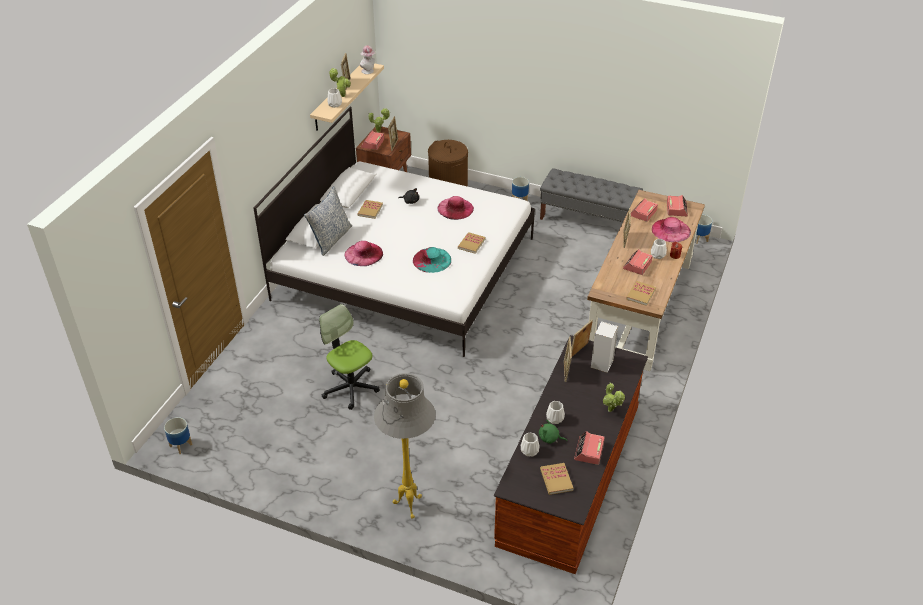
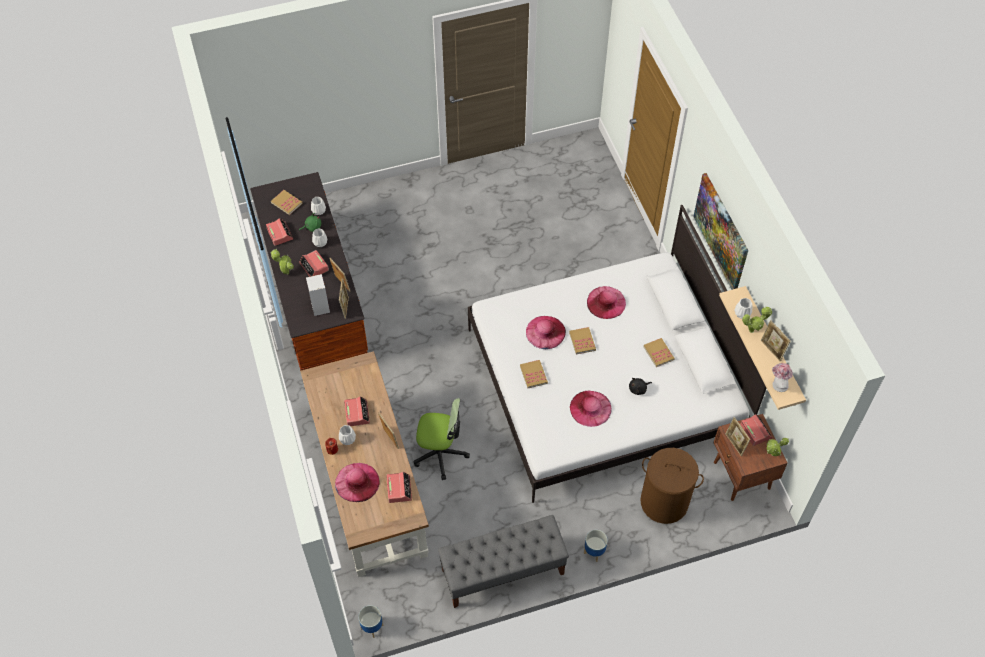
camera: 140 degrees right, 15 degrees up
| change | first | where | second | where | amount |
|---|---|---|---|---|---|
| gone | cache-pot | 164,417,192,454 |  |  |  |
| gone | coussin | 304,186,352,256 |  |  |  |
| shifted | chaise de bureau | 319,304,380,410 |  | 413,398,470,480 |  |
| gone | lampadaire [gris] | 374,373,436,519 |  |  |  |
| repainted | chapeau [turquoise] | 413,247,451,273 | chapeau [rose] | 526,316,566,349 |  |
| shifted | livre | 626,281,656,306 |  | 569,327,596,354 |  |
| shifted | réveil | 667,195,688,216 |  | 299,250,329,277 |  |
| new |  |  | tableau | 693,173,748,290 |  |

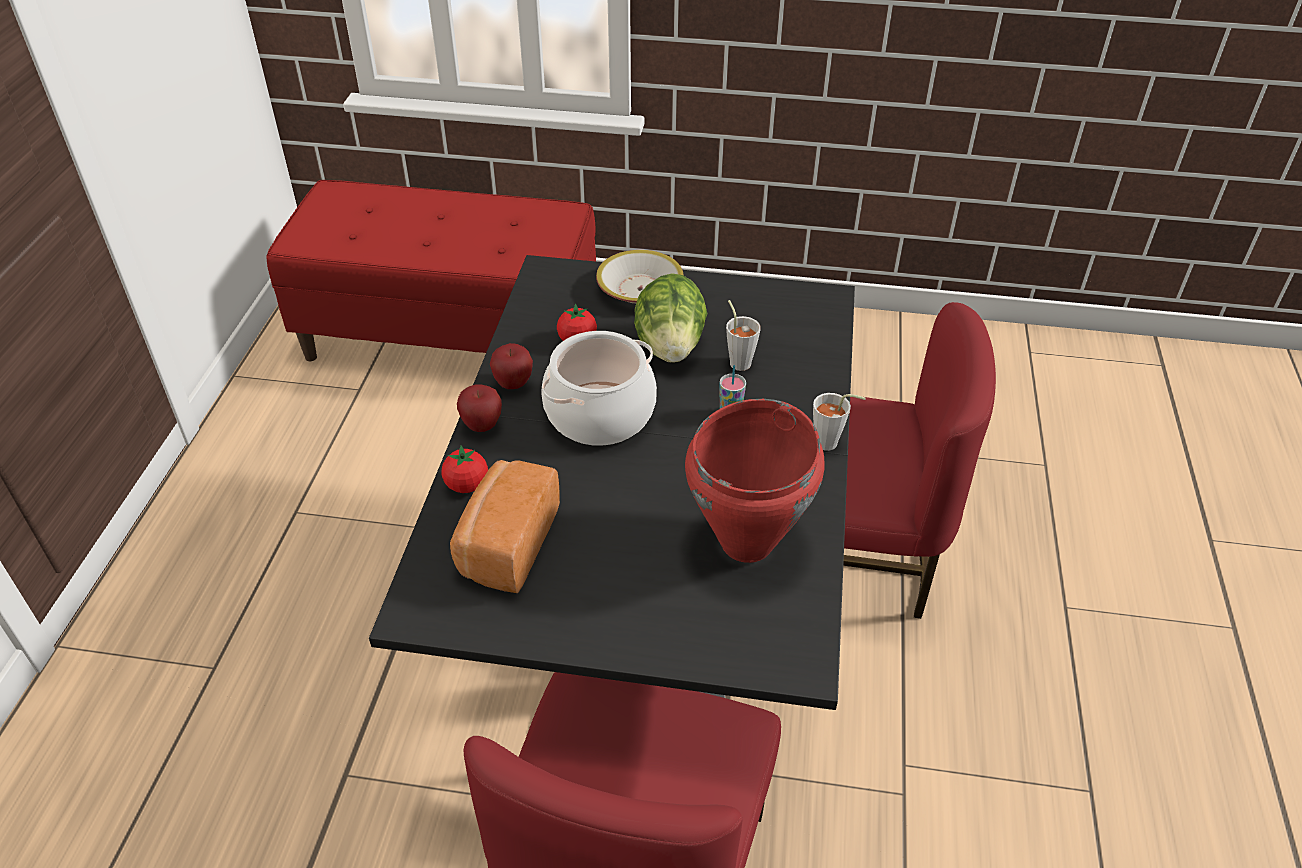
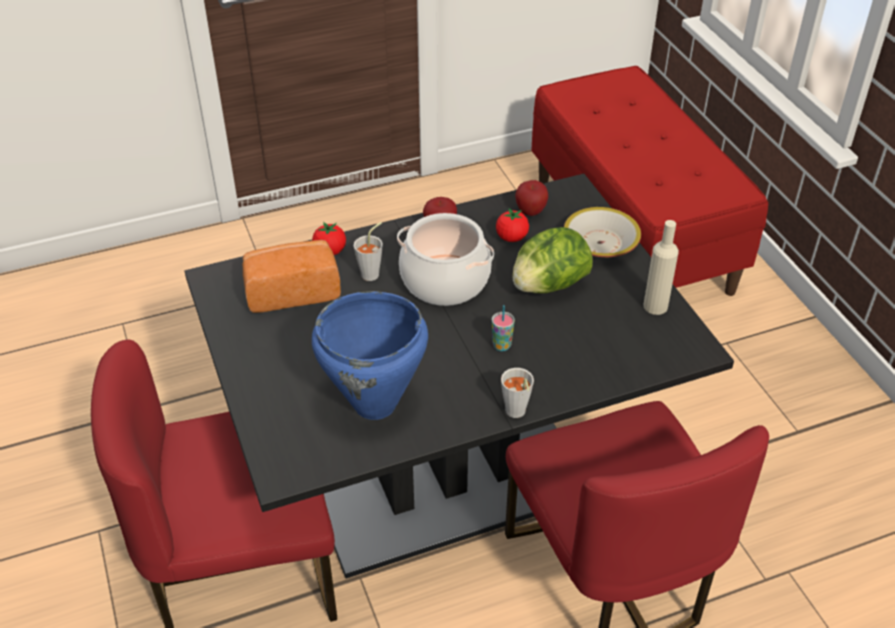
camera: 60 degrees right, 0 degrees up
| change | first | where | second | where | amount |
|---|---|---|---|---|---|
| shifted | pomme | 457,384,502,432 |  | 515,180,548,216 |  |
| repainted | marmite [rouge] | 685,399,825,563 | marmite [bleu] | 312,291,428,420 |  |
| shifted | tasse [gris] | 726,300,761,371 |  | 354,222,383,281 |  |
| new |  |  | bouteille [beige] | 643,220,679,315 |  |

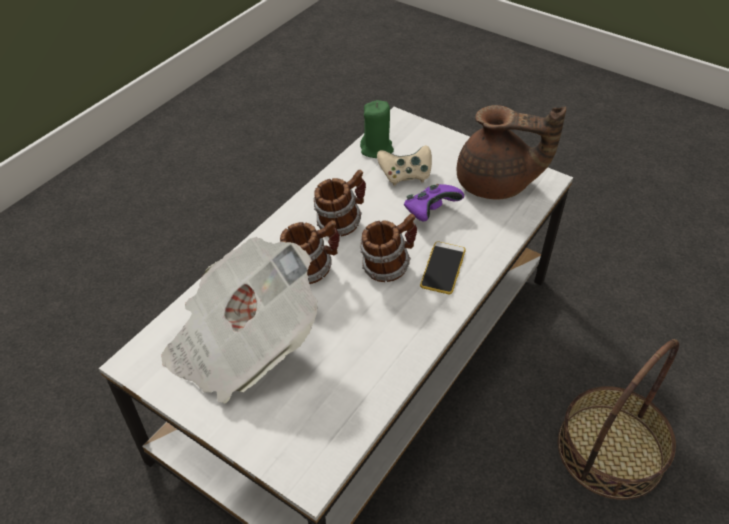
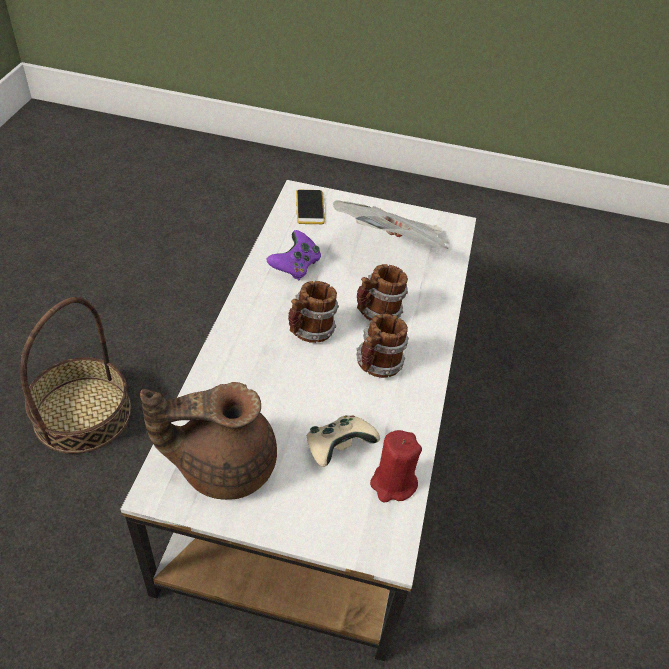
camera: 155 degrees right, 0 degrees up
| change | first | where | second | where | amount |
|---|---|---|---|---|---|
| repainted | bougie [vert] | 360,100,394,158 | bougie [rouge] | 370,430,422,503 |  |
| shifted | manette [violet] | 404,184,464,221 |  | 266,230,321,280 |  |
| shifted | téléphone | 420,241,466,294 |  | 296,190,325,224 |  |

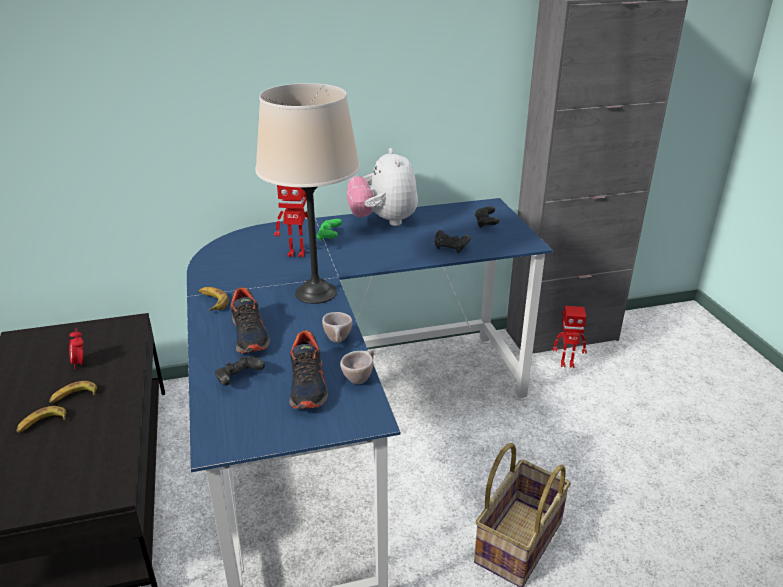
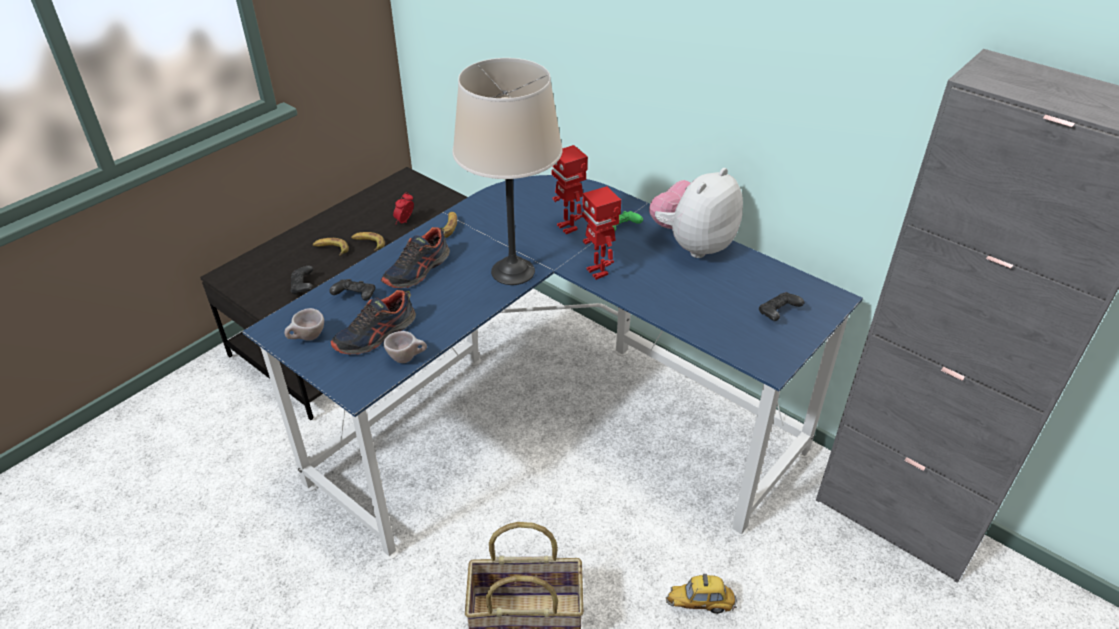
camera: 55 degrees right, 10 degrees up
| change | first | where | second | where | amount |
|---|---|---|---|---|---|
| shifted | tasse [beige] | 322,312,352,343 |  | 284,308,324,341 |  |
| shifted | manette [noir] | 435,230,471,253 |  | 291,266,313,295 |  |
| shifted | robot jouet | 553,306,587,368 |  | 582,186,621,280 |  |
| new |  |  | petite voiture | 666,574,737,614 |  |

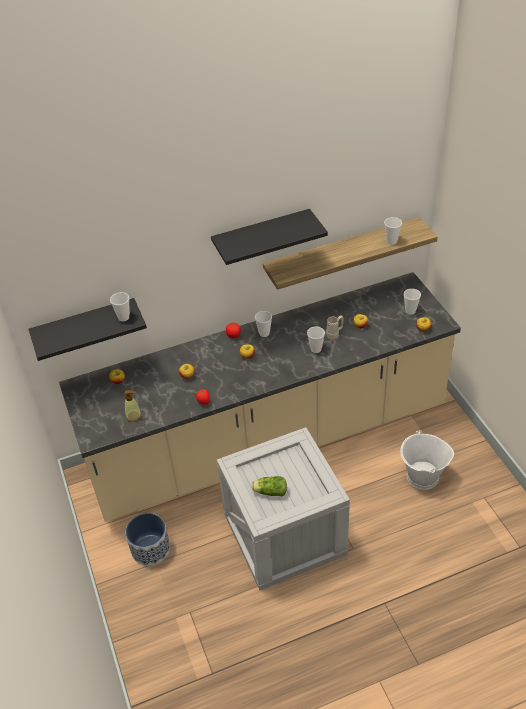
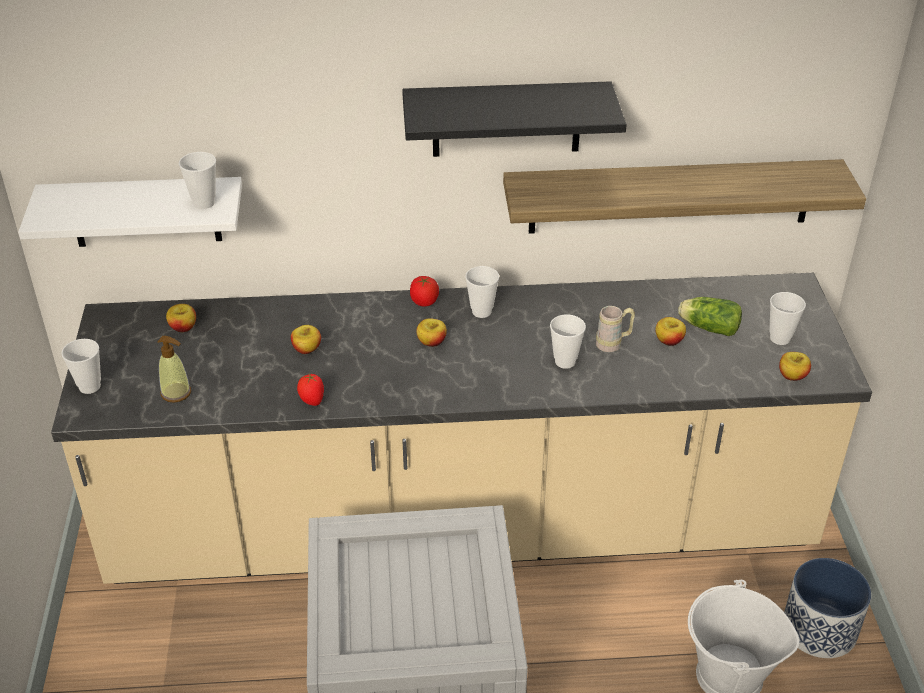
camera: 15 degrees right, 5 degrees down
| change | first | where | second | where | amount |
|---|---|---|---|---|---|
| repainted | étagère [noir] | 29,298,147,361 | étagère [blanc] | 18,177,242,247 |  |
| shifted | cache-pot | 126,513,170,566 |  | 784,558,871,658 |  |
| shifted | laitue | 252,476,287,496 |  | 678,297,742,336 |  |
| shifted | tasse | 384,217,402,245 |  | 61,339,101,394 |  |

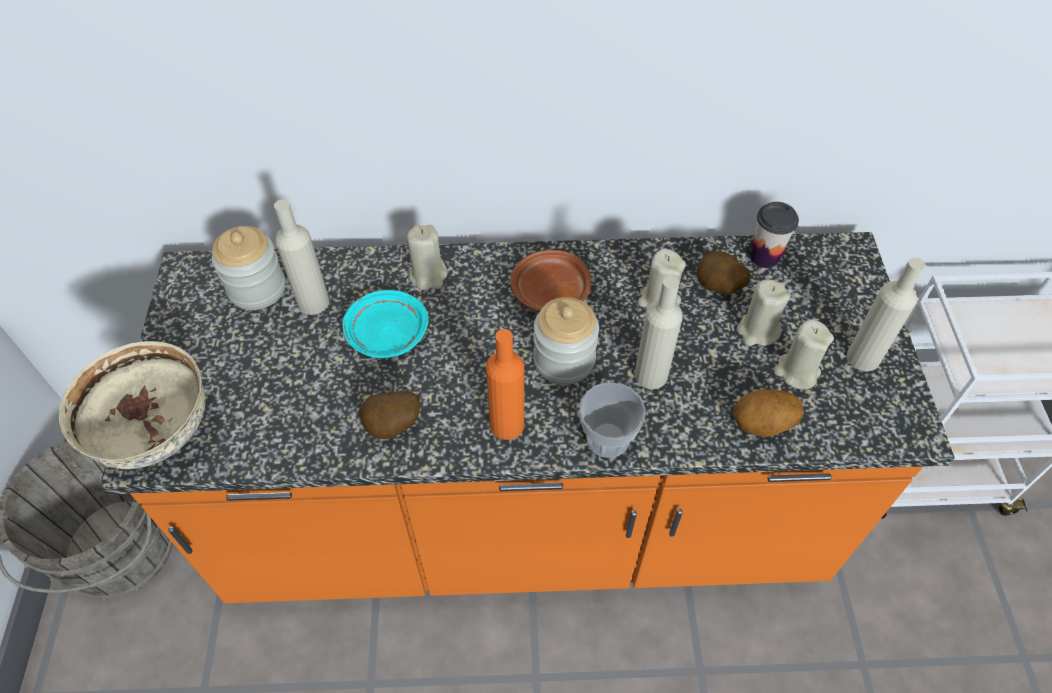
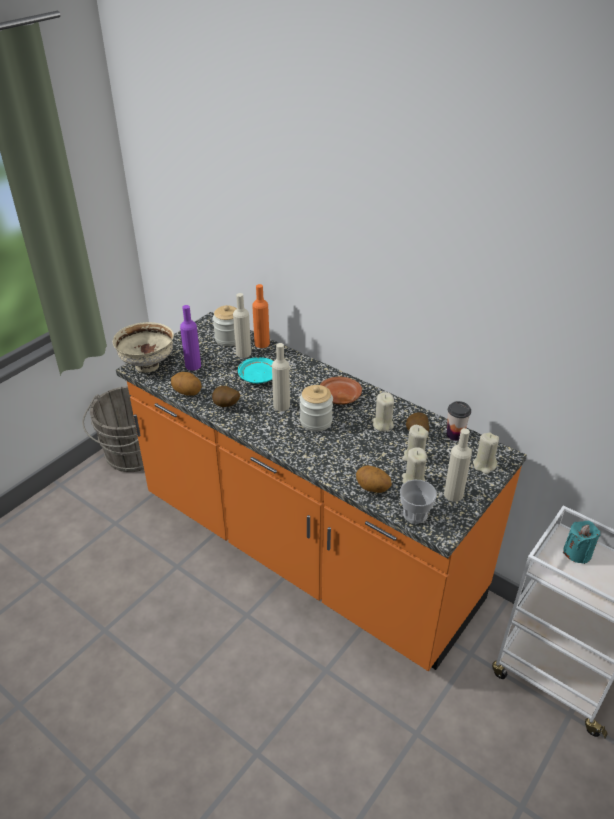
camera: 40 degrees right, 15 degrees down
| change | first | where | second | where | amount |
|---|---|---|---|---|---|
| shifted | bougie [beige] | 407,225,448,290 |  | 473,432,499,474 |  |
| shifted | bouteille [orange] | 486,329,524,440 |  | 252,284,270,348 |  |
| shifted | tasse | 579,382,646,458 |  | 400,480,437,524 |  |
| shifted | bouteille [beige] | 634,276,683,389 |  | 272,343,290,411 |  |
| new |  |  | pomme de terre | 171,372,202,396 |  |
| new |  |  | bouteille [violet] | 180,305,201,371 |  |
| new |  |  | bougie [turquoise] | 563,521,600,564 |  |

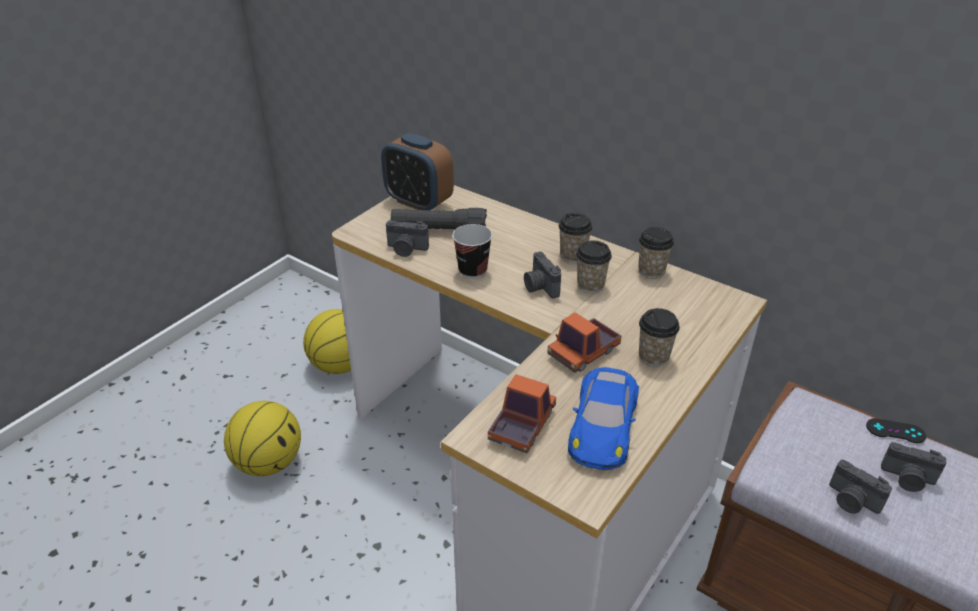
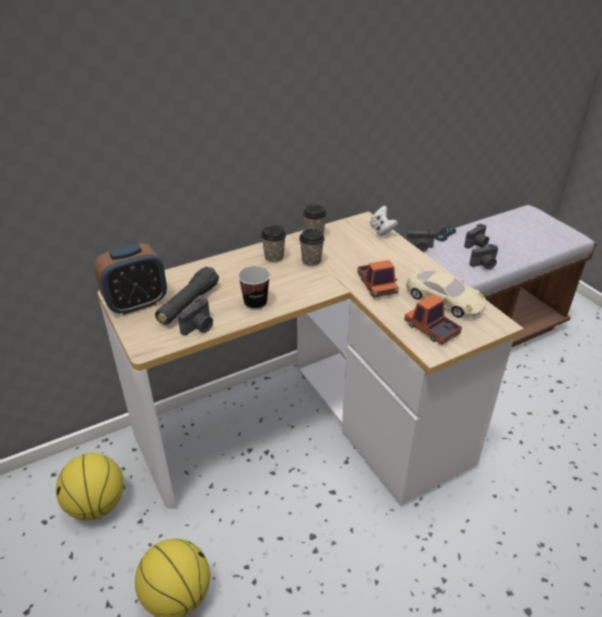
camera: 65 degrees left, 0 degrees up
| change | first | where | second | where | amount |
|---|---|---|---|---|---|
| shifted | appareil photo | 524,251,561,299 |  | 407,229,435,253 |  |
| repainted | petite voiture [bleu] | 568,367,639,470 | petite voiture [beige] | 406,270,486,318 |  |
| gone | tasse | 639,308,680,367 |  |  |  |
| new |  |  | manette [blanc] | 370,206,398,236 |  |

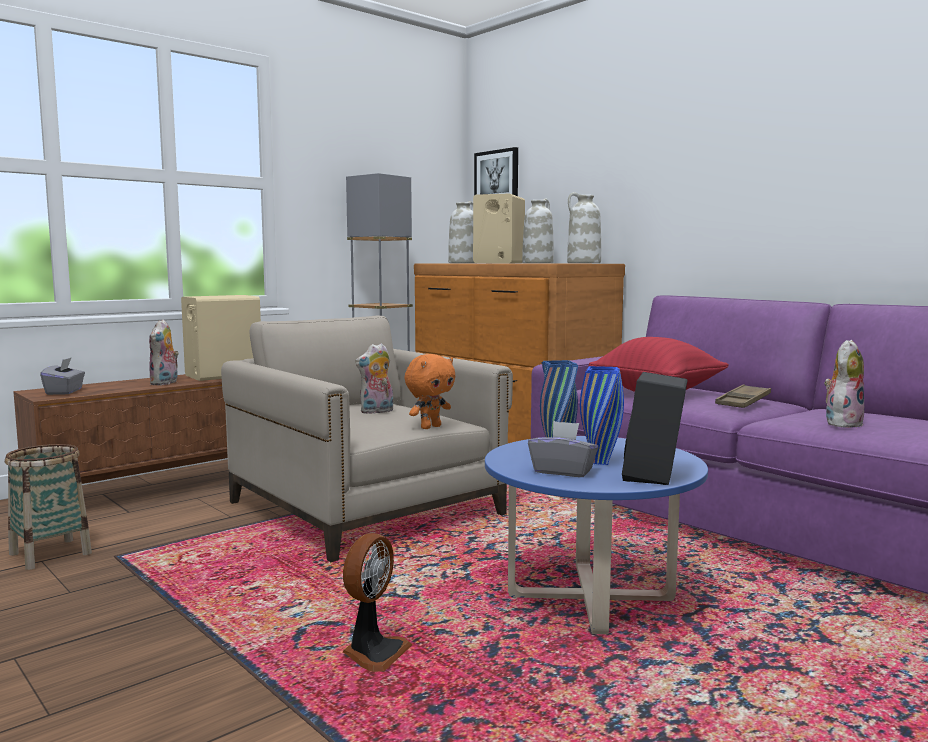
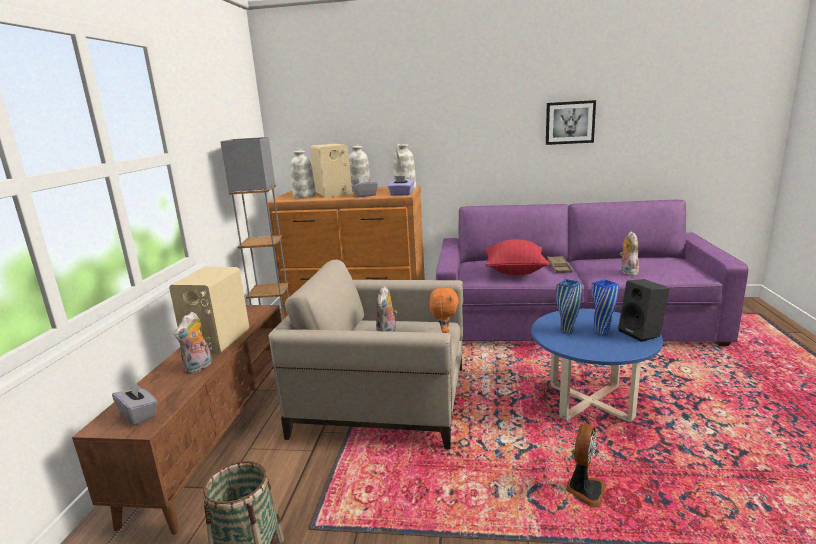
camera: 40 degrees left, 10 degrees up
| change | first | where | second | where | amount |
|---|---|---|---|---|---|
| rotated | peluche | 149,319,179,385 |  | 174,312,212,374 | 60 degrees clockwise |
| rotated | ventilateur | 343,533,413,672 |  | 566,423,606,507 | 45 degrees clockwise |
| shifted | tableau | 474,147,518,196 |  | 546,100,596,145 |  |
| shifted | boîte à mouchoirs [gris] | 528,421,599,477 |  | 352,176,378,197 |  |
| new |  |  | boîte à mouchoirs [violet] | 388,176,414,195 |  |

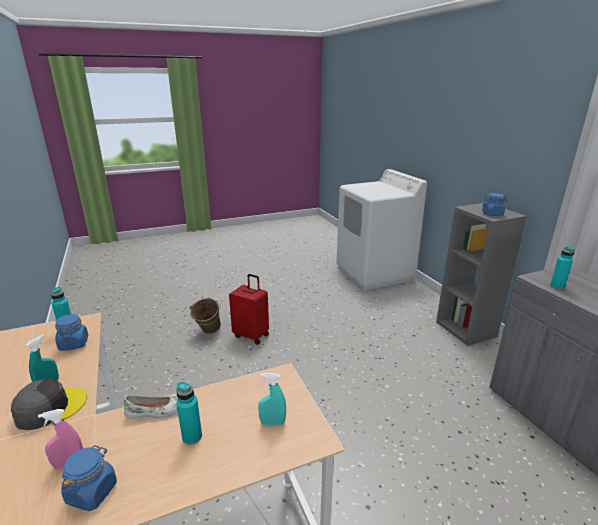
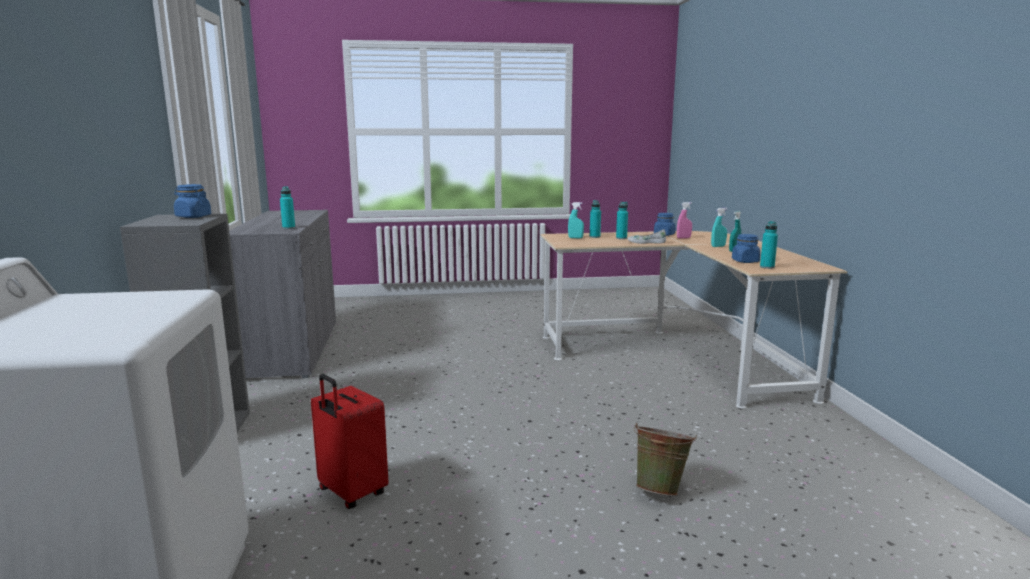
camera: 165 degrees left, 10 degrees down
| change | first | where | second | where | amount |
|---|---|---|---|---|---|
| swapped | casquette [gris] | 11,379,87,430 | vaporisateur [turquoise] | 711,208,727,247 |  |
| shifted | valise [rouge] | 229,274,269,345 |  | 311,374,389,509 |  |
| new |  |  | bouteille [turquoise] | 590,200,601,238 |  |

